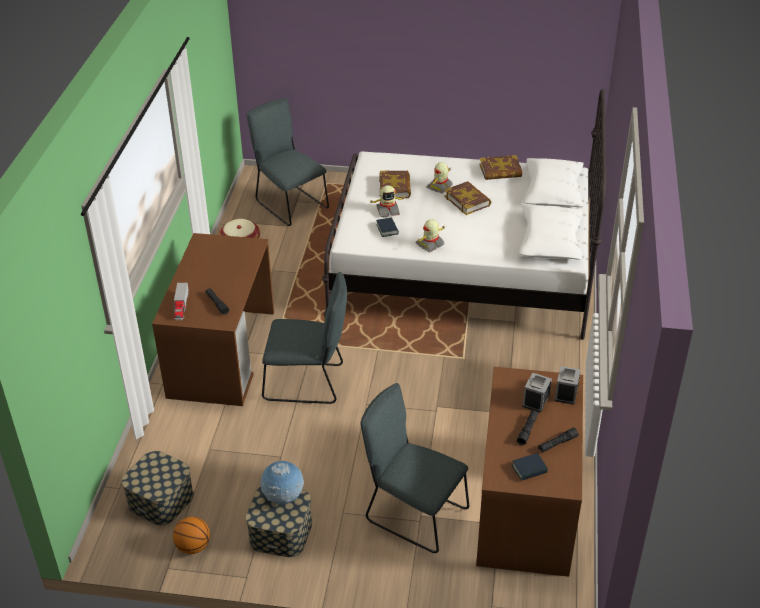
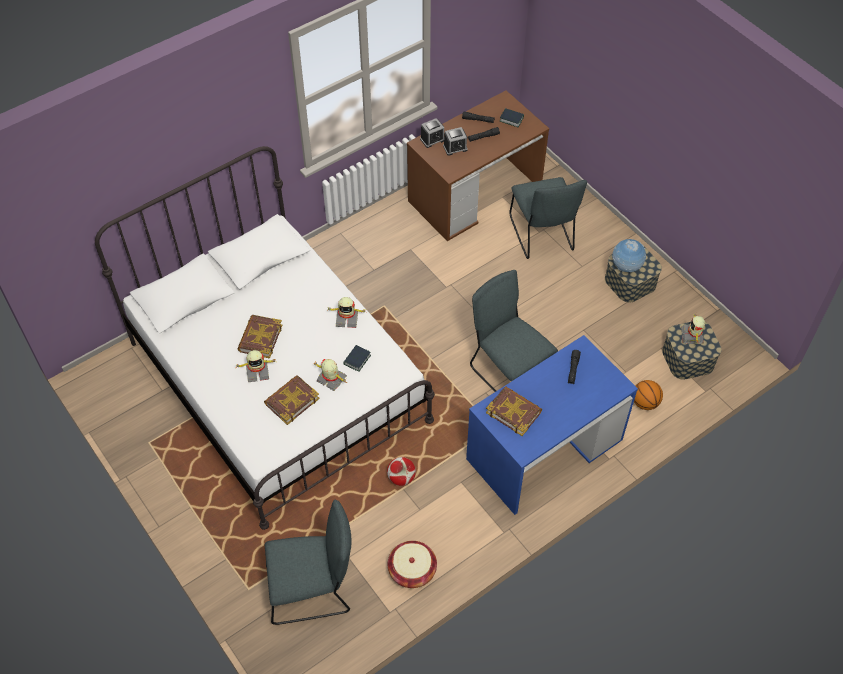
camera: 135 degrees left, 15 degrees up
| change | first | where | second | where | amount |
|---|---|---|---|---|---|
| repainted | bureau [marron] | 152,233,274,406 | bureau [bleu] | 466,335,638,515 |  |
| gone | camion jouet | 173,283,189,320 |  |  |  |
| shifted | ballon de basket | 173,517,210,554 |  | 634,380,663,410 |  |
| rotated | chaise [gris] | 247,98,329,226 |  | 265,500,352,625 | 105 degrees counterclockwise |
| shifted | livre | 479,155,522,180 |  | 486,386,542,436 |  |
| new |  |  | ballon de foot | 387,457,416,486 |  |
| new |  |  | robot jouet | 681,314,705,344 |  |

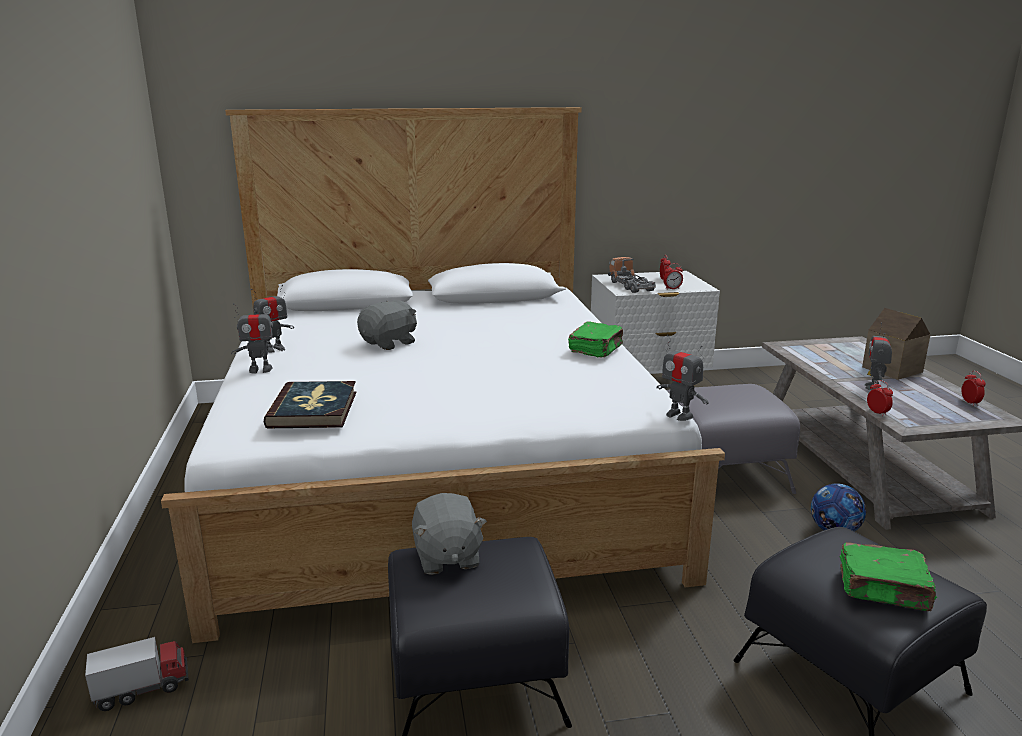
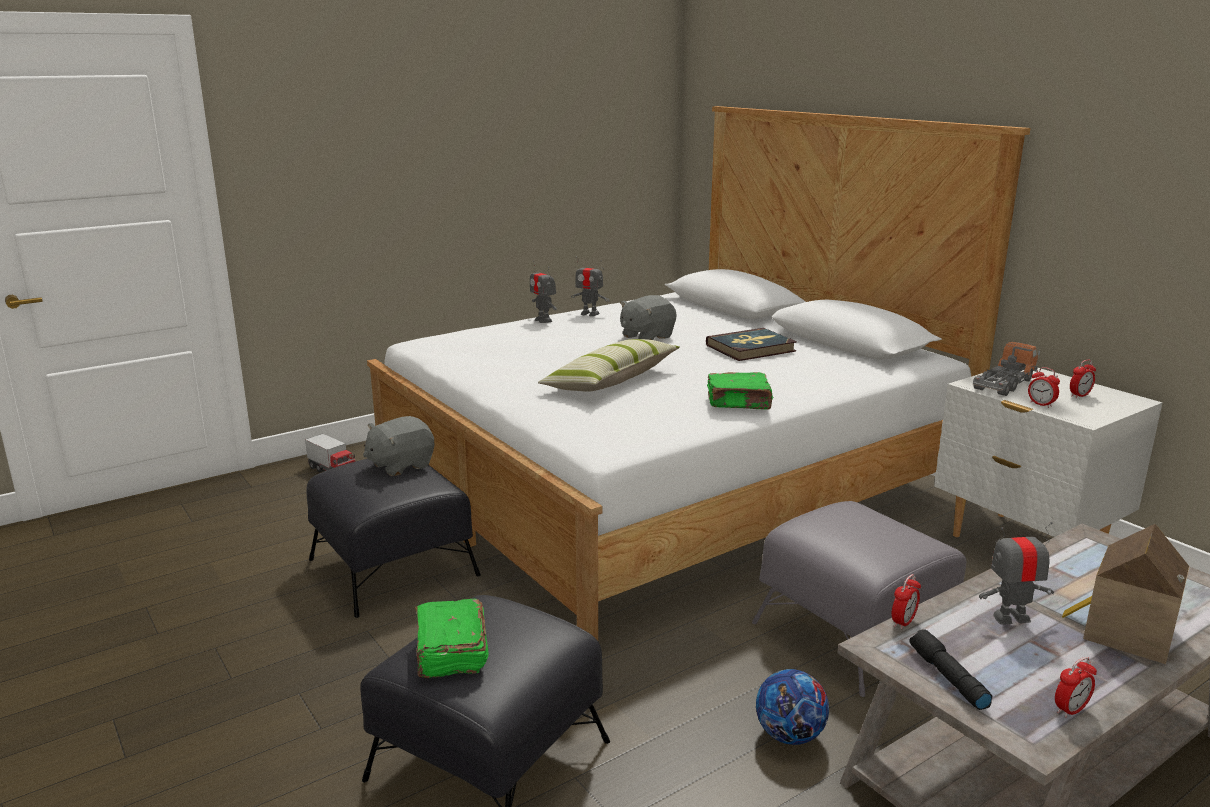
camera: 65 degrees right, 0 degrees up
| change | first | where | second | where | amount |
|---|---|---|---|---|---|
| shifted | livre | 264,381,356,428 |  | 706,328,797,361 |  |
| rotated | peluche [gris] | 357,300,417,350 |  | 620,295,677,340 | 120 degrees clockwise |
| gone | robot jouet | 657,335,709,421 |  |  |  |
| new |  |  | coussin | 538,339,680,392 |  |
| new |  |  | lampe de poche [noir] | 909,629,993,710 |  |

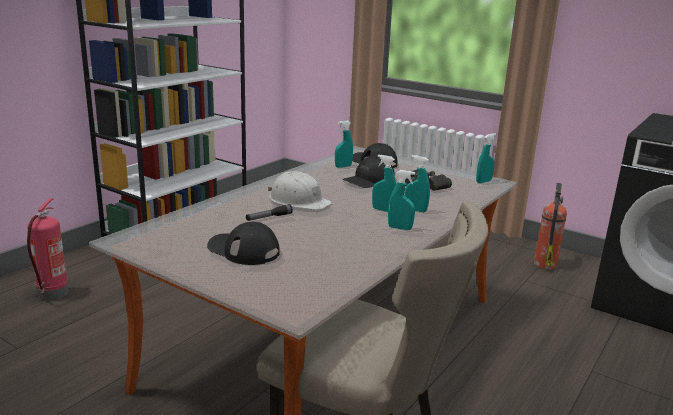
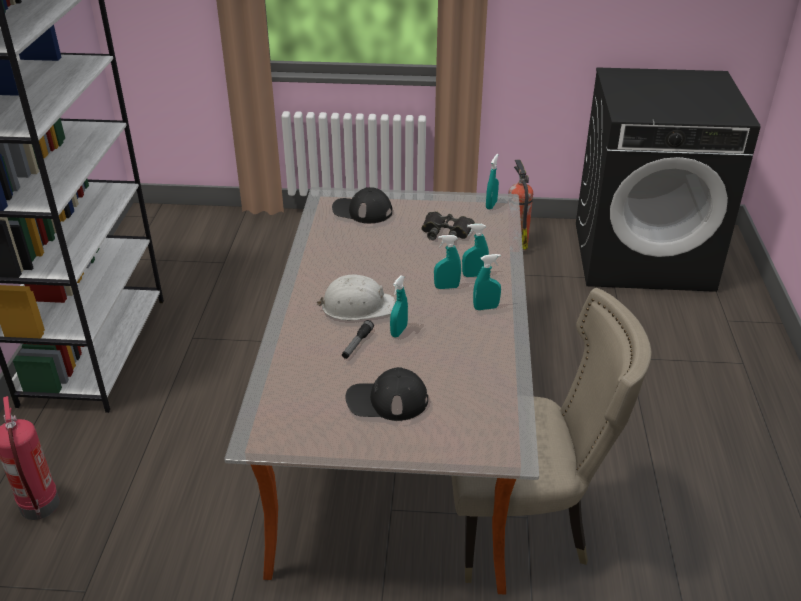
camera: 30 degrees left, 15 degrees up
| change | first | where | second | where | amount |
|---|---|---|---|---|---|
| shifted | vaporisateur [turquoise] | 335,121,353,168 |  | 390,275,408,337 |  |
| gone | casquette [noir] | 343,156,395,188 |  |  |  |

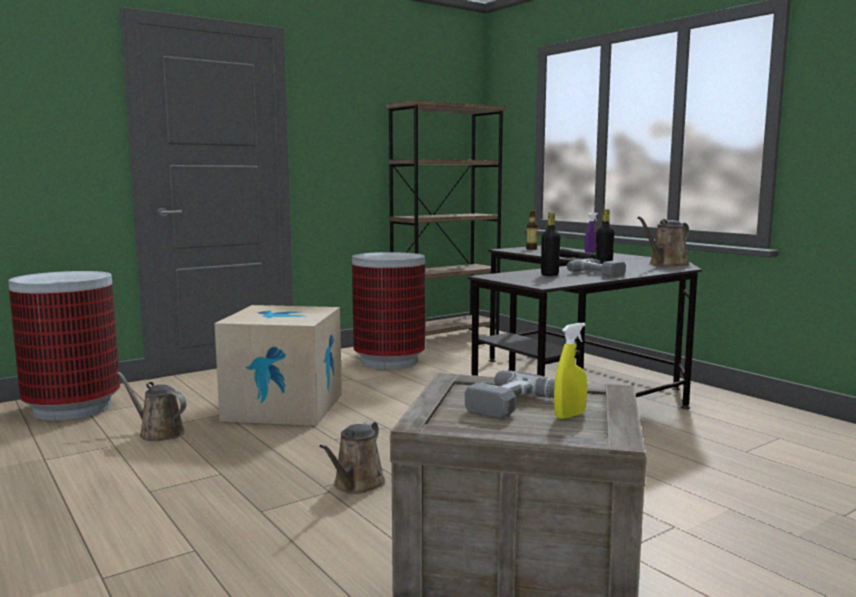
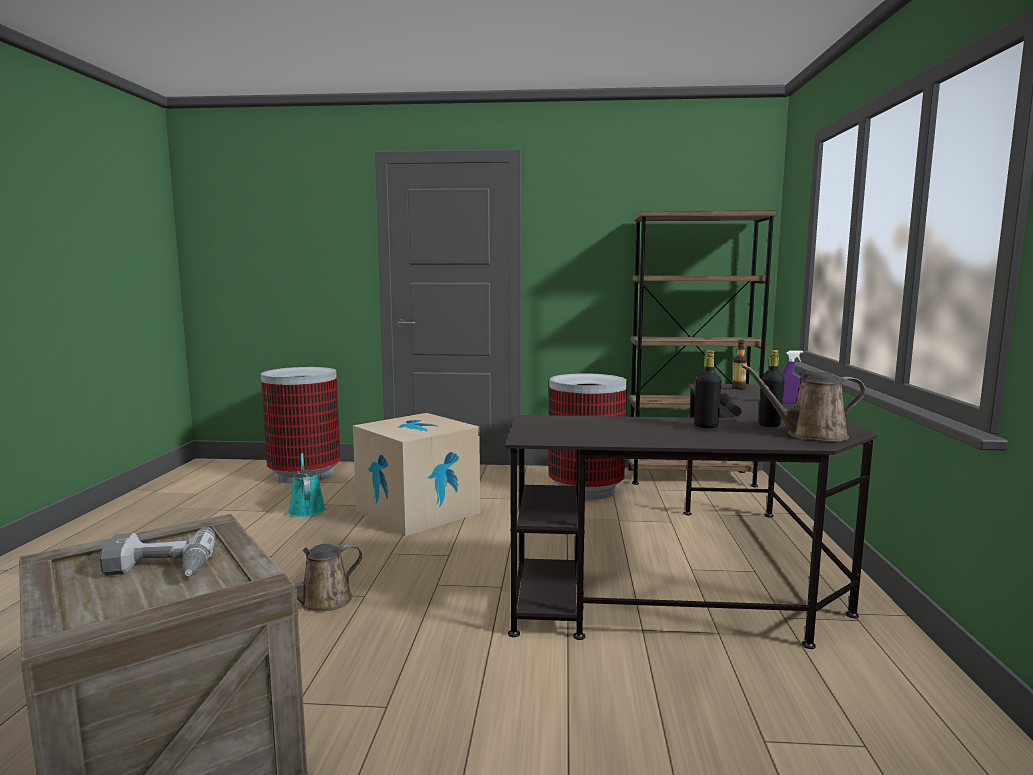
camera: 40 degrees right, 0 degrees up
| change | first | where | second | where | amount |
|---|---|---|---|---|---|
| repainted | arrosoir [marron] | 117,372,187,441 | arrosoir [turquoise] | 288,453,326,517 |  |
| shifted | bouteille [noir] | 541,212,560,276 |  | 759,350,785,427 |  |
| gone | vaporisateur [jaune] | 554,323,587,419 |  |  |  |
| gone | perceuse | 567,258,626,278 |  |  |  |

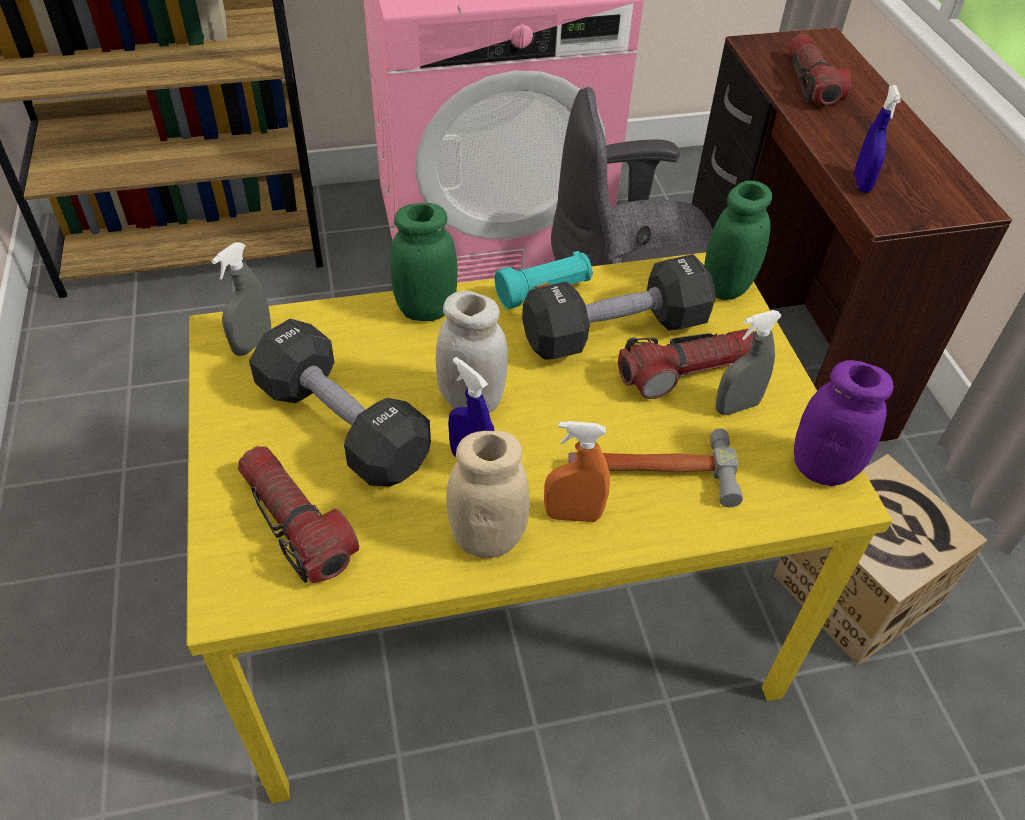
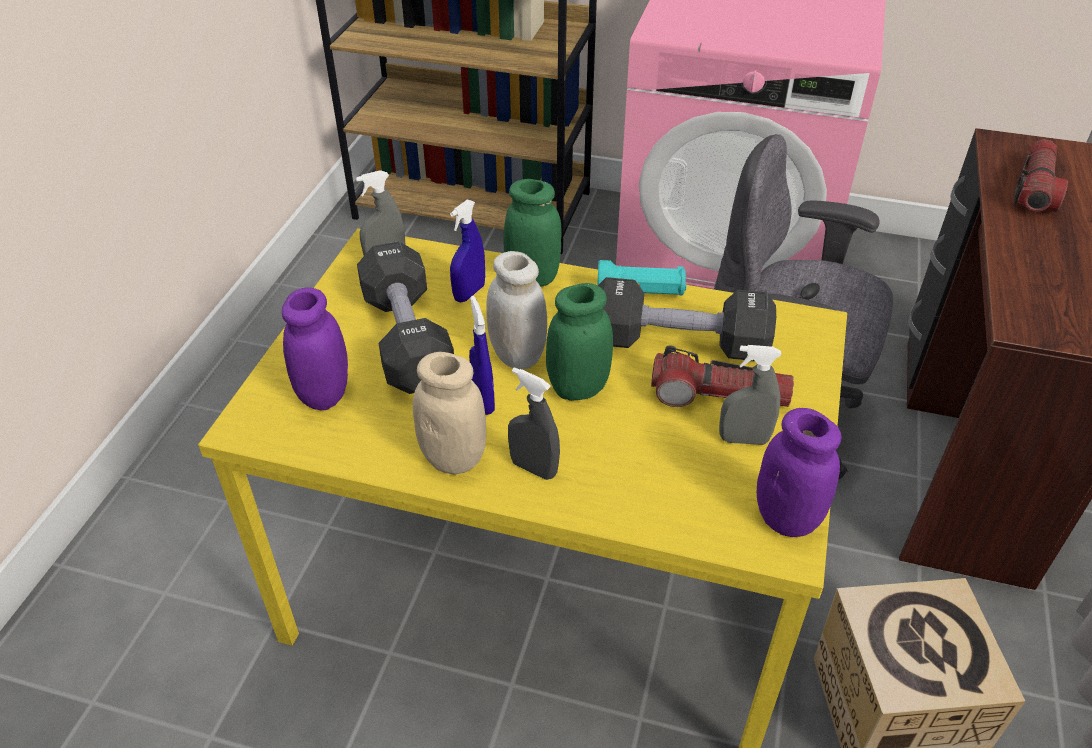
camera: 30 degrees right, 5 degrees down
| change | first | where | second | where | amount |
|---|---|---|---|---|---|
| swapped | lampe de poche | 238,446,359,583 | bocal [violet] | 282,288,348,410 |  |
| repainted | vaporisateur [orange] | 544,421,610,522 | vaporisateur [gris] | 508,367,560,480 |  |
| gone | marteau | 568,428,743,507 |  |  |  |
| shifted | bocal [vert] | 704,181,772,300 |  | 546,283,613,401 |  |
| shifted | vaporisateur [bleu] | 854,85,901,193 |  | 450,200,485,302 |  |

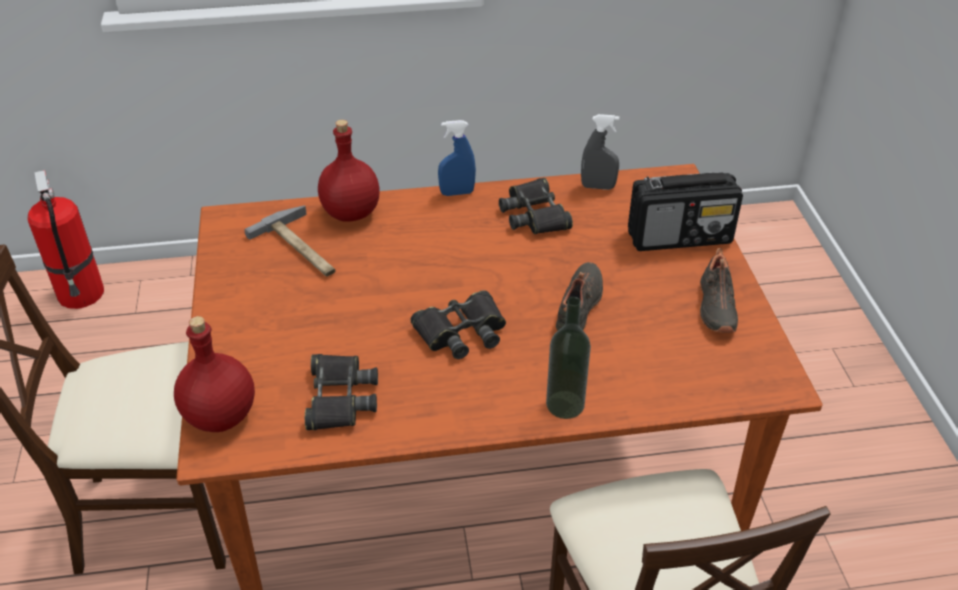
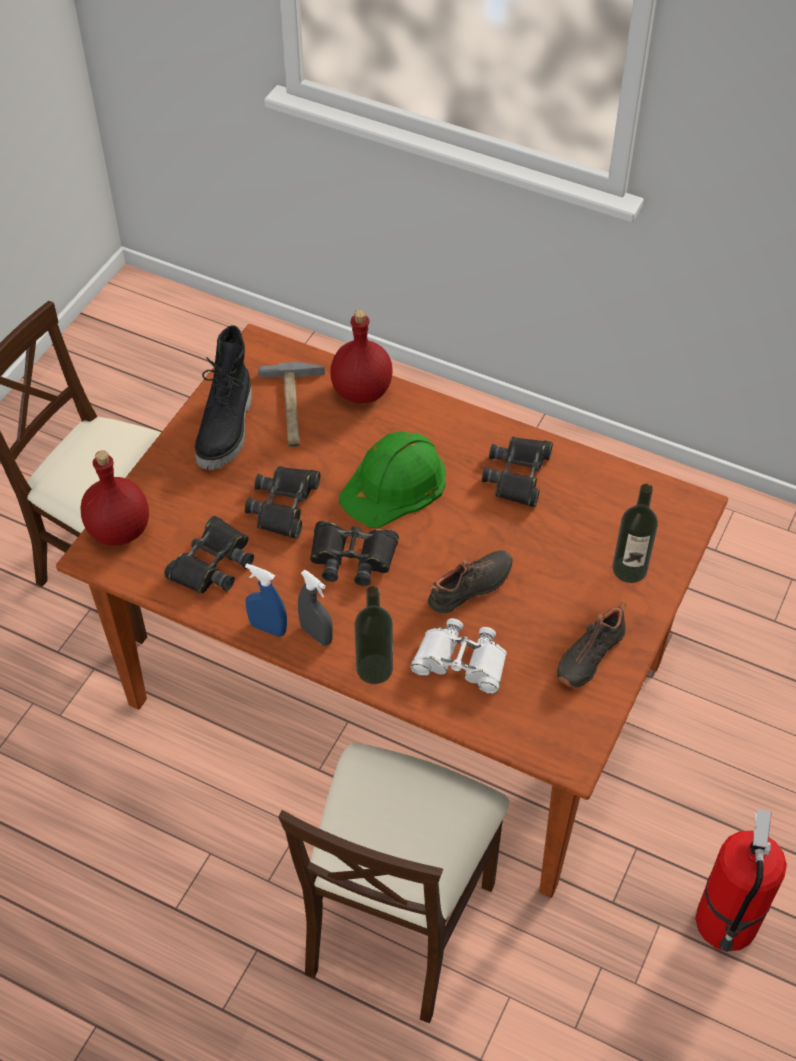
camera: 35 degrees right, 10 degrees up
| change | first | where | second | where | amount |
|---|---|---|---|---|---|
| shifted | extincteur | 28,170,104,309 |  | 695,809,787,952 |  |
| shifted | vaporisateur [bleu] | 438,120,476,196 |  | 245,564,287,637 |  |
| shifted | vaporisateur [gris] | 581,114,619,190 |  | 298,570,333,646 |  |
| swapped | radio | 628,172,743,251 | bouteille | 613,484,658,583 |  |
| new |  |  | botte [noir] | 195,325,252,470 |  |
| new |  |  | jumelles [noir] | 245,466,321,539 |  |
| new |  |  | casque de chantier [vert] | 339,432,446,528 |  |
| new |  |  | jumelles [blanc] | 410,618,507,694 |  |

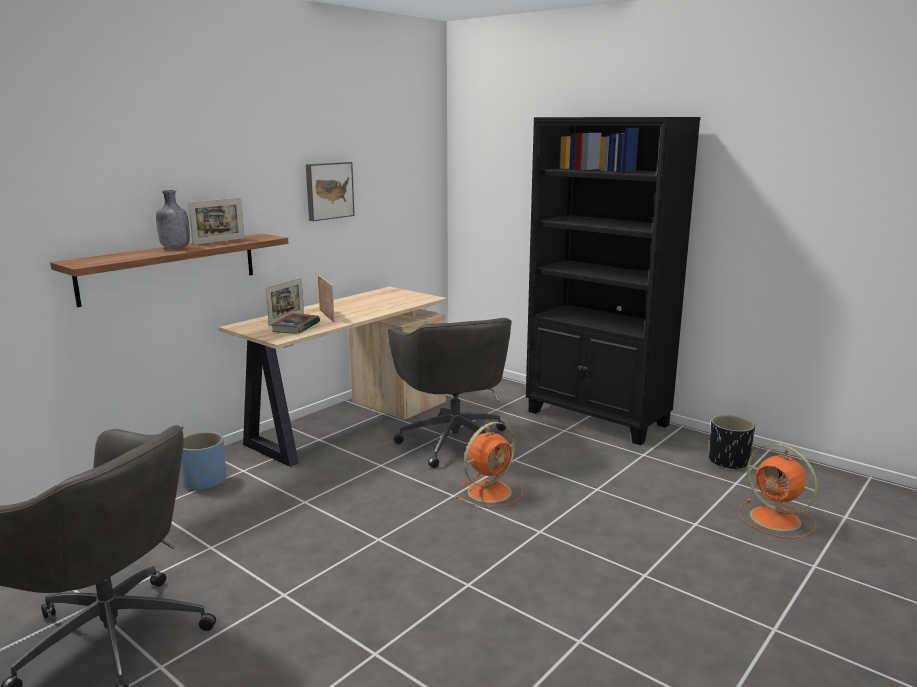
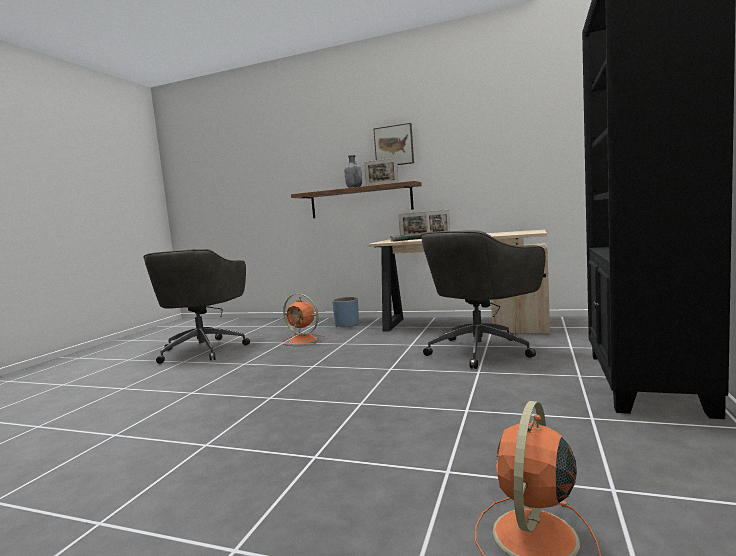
camera: 70 degrees right, 10 degrees down
| change | first | where | second | where | amount |
|---|---|---|---|---|---|
| shifted | tableau | 306,162,355,221 |  | 374,123,414,165 |  |
| shifted | ventilateur [orange] | 455,422,523,508 |  | 282,294,325,346 |  |
| gone | cache-pot [noir] | 709,415,755,469 |  |  |  |

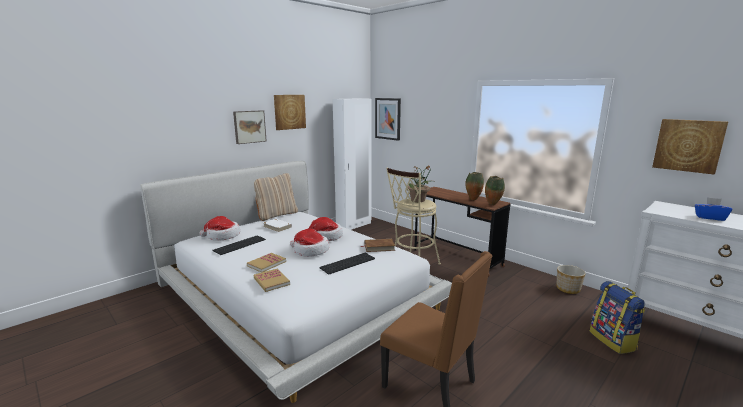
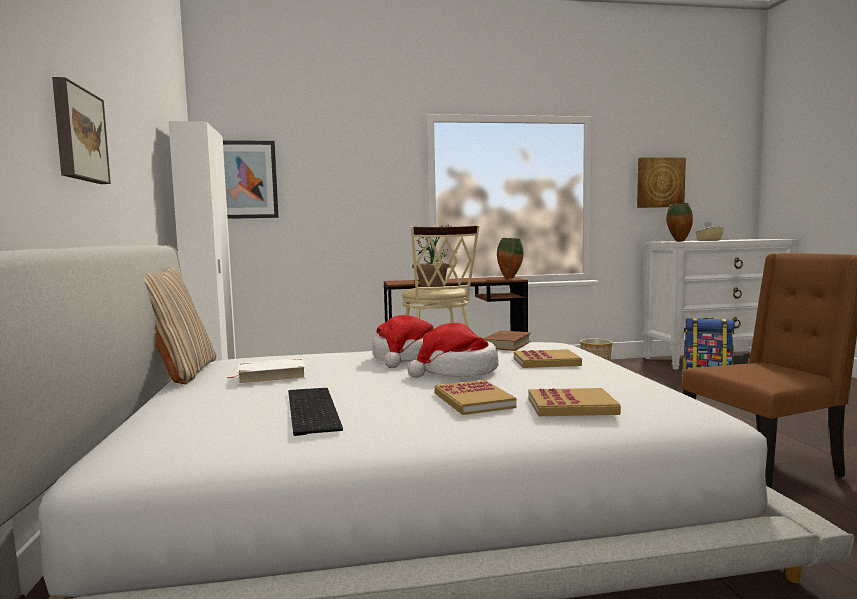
camera: 55 degrees left, 10 degrees down
| change | first | where | second | where | amount |
|---|---|---|---|---|---|
| gone | chapeau | 200,216,240,241 |  |  |  |
| gone | tableau | 274,95,306,130 |  |  |  |
| swapped | clavier | 320,253,375,275 | livre | 514,349,582,368 |  |
| shifted | vase | 466,172,484,200 |  | 666,203,693,242 |  |
| repainted | boîte à mouchoirs [bleu] | 695,197,732,221 | boîte à mouchoirs [beige] | 695,222,724,241 |  |

